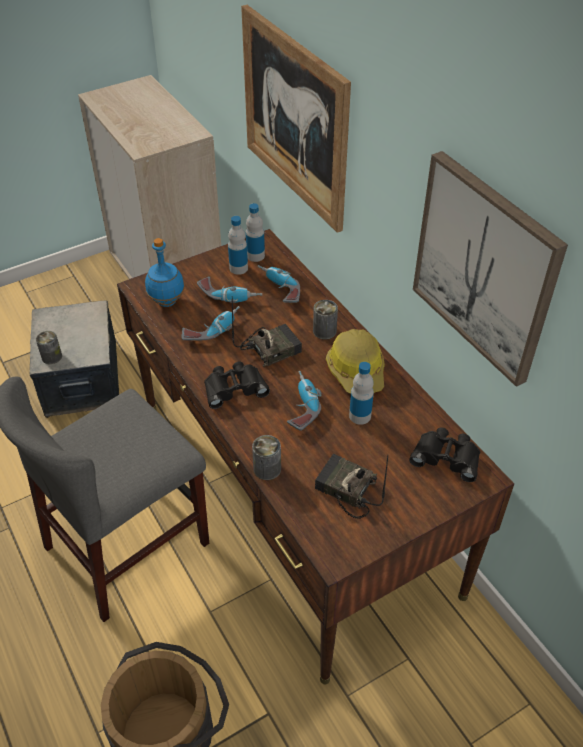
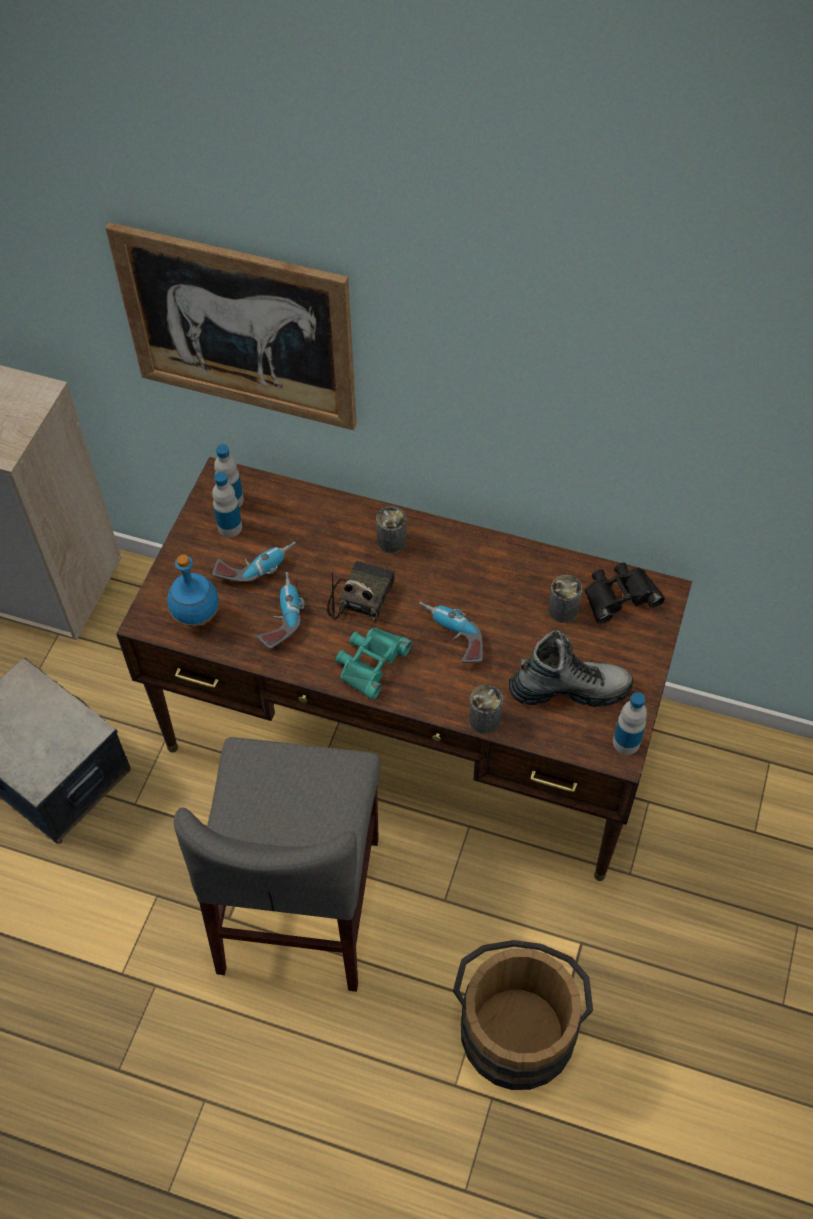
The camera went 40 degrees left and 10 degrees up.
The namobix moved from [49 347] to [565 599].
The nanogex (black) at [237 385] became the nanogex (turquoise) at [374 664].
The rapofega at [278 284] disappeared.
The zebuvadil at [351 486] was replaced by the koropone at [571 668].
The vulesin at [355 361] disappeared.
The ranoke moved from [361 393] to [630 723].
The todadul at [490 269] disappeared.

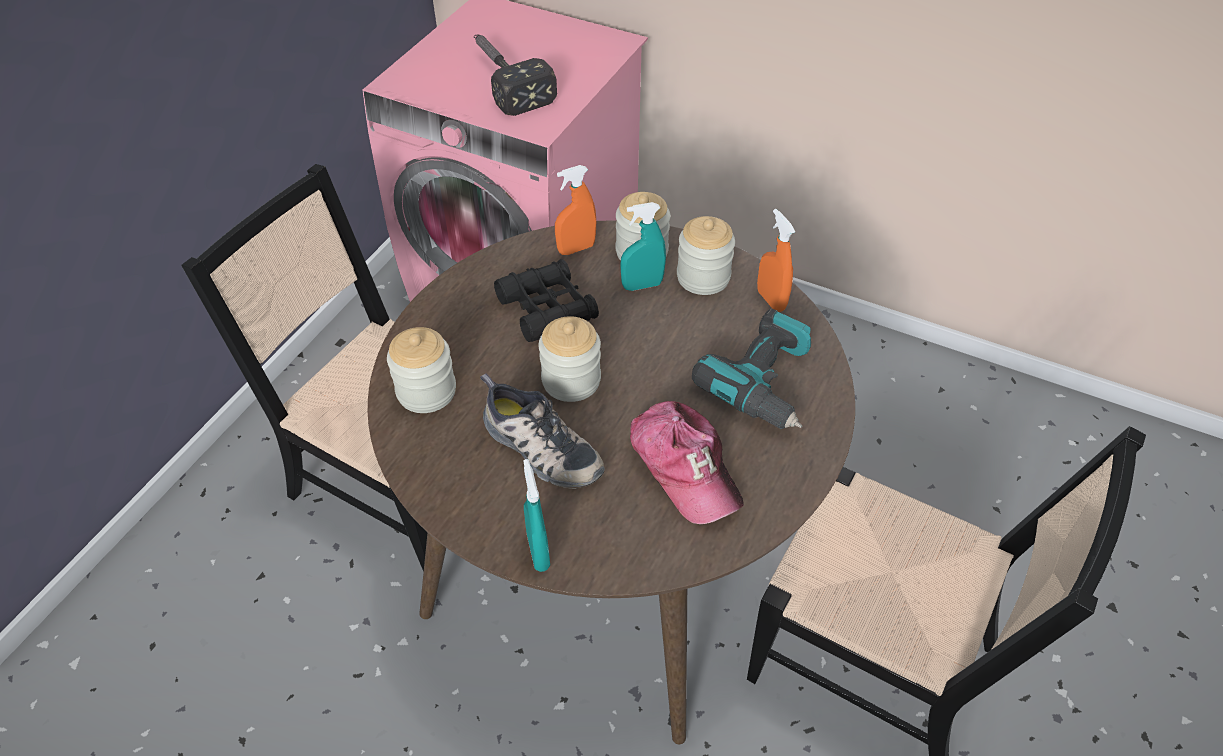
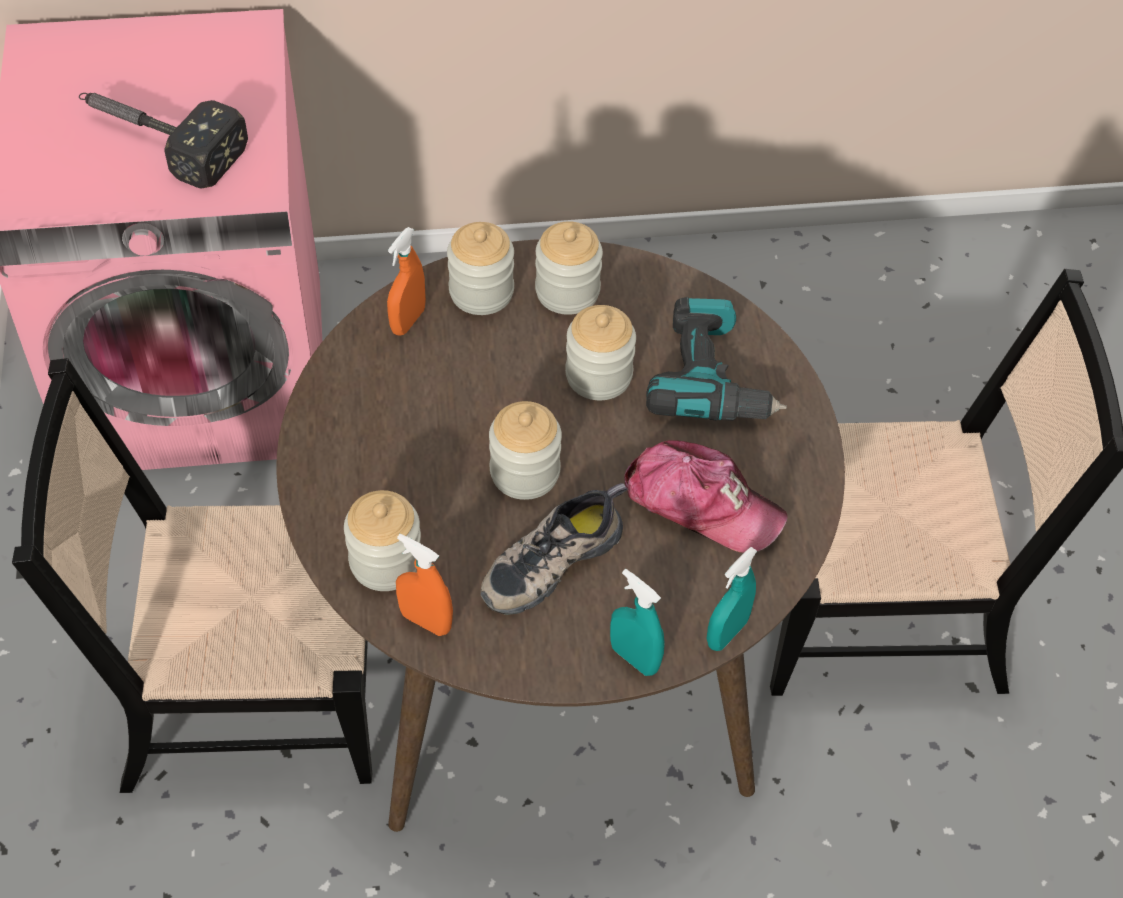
The camera went 35 degrees left and 5 degrees up.
The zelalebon at [542 431] turned 135 degrees clockwise.
The nanogex (black) at [546 300] disappeared.
The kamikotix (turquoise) moved from [643 246] to [732 599].
The kamikotix (orange) moved from [776 260] to [424 585].
The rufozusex at [600 352] appeared.

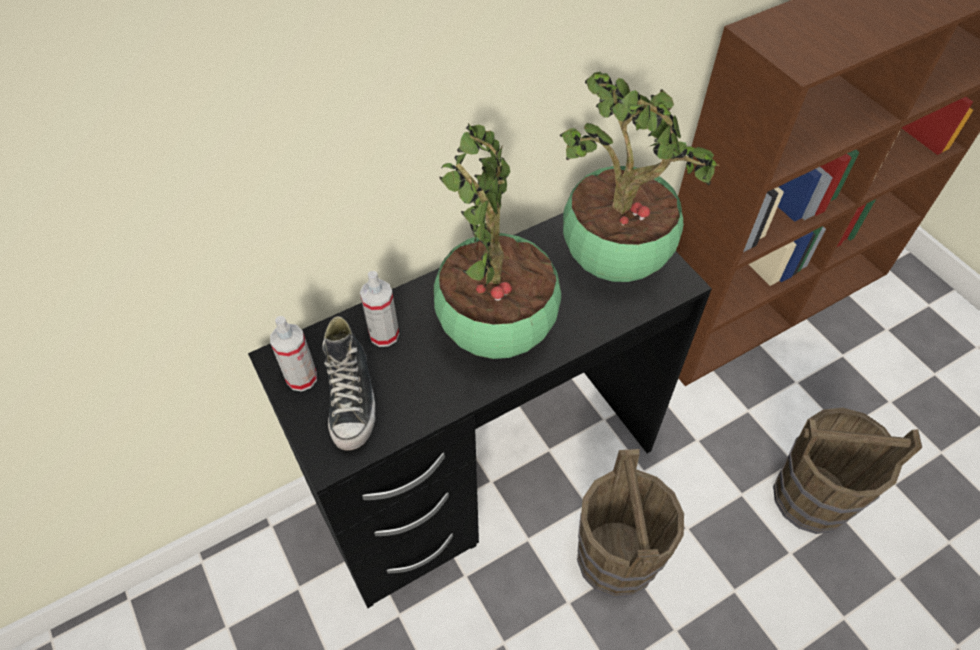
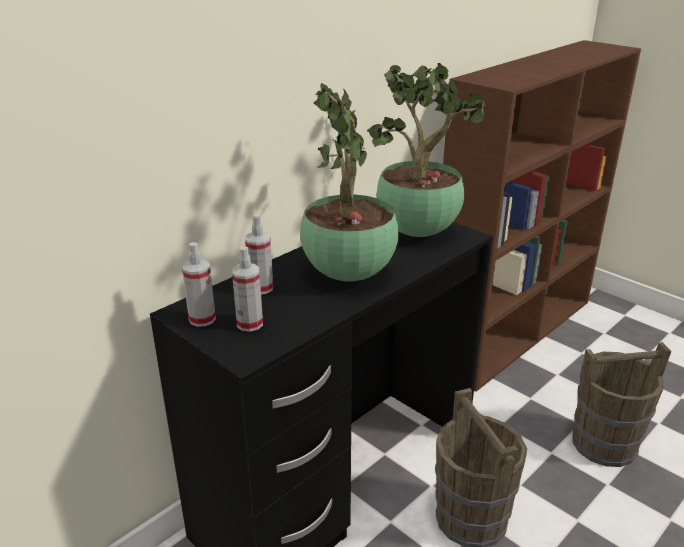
The camera went 15 degrees left and 25 degrees down.
The zelalebon at [349 383] was replaced by the kamikotix at [247 289].

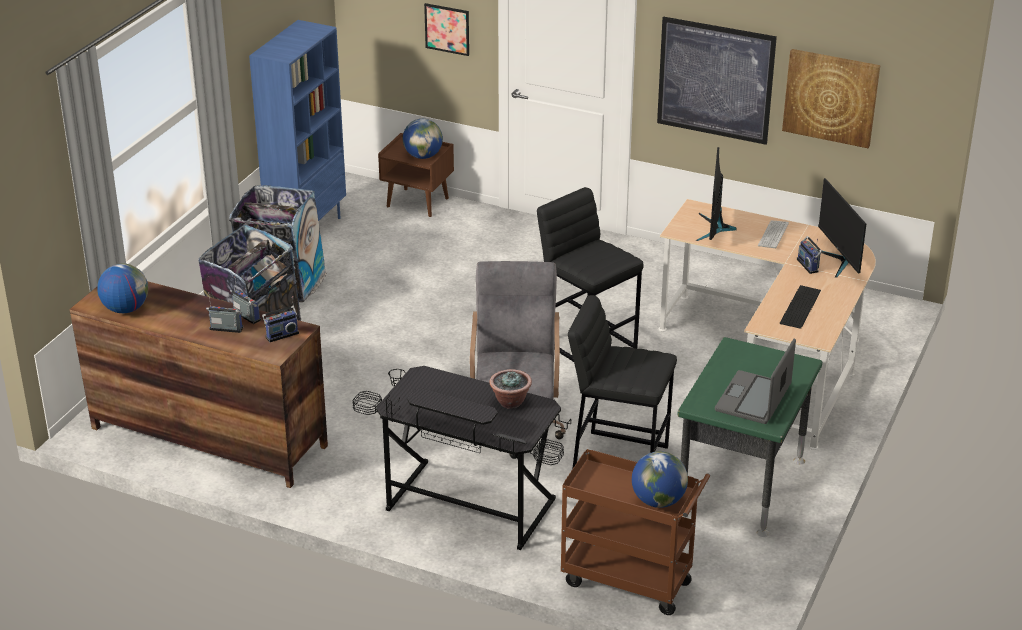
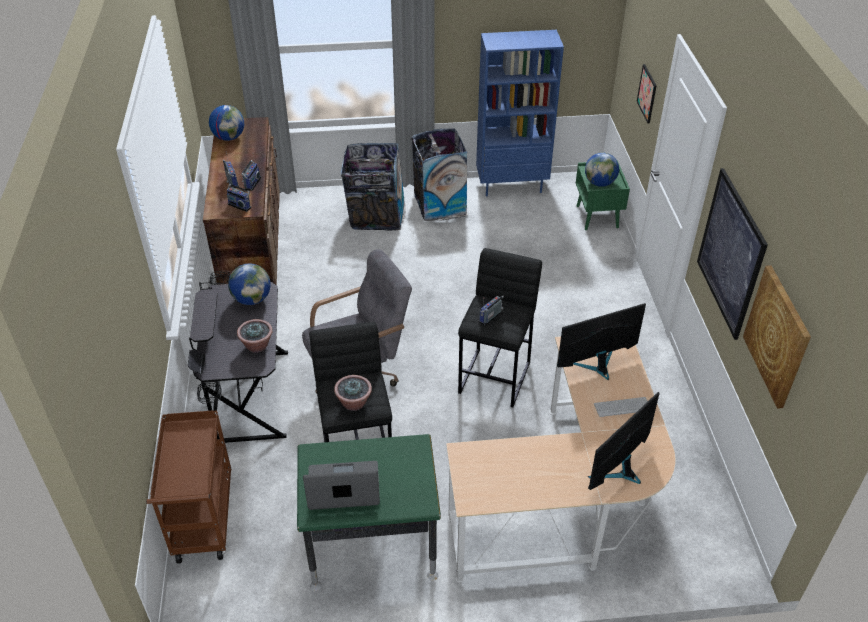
The camera went 60 degrees right and 10 degrees up.
The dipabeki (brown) at [416 175] became the dipabeki (green) at [603 195].
The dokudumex moved from [660 479] to [249 284].
The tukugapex at [800 307] disappeared.
The zebuvadil moved from [809 255] to [491 311].
The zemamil at [353 393] appeared.

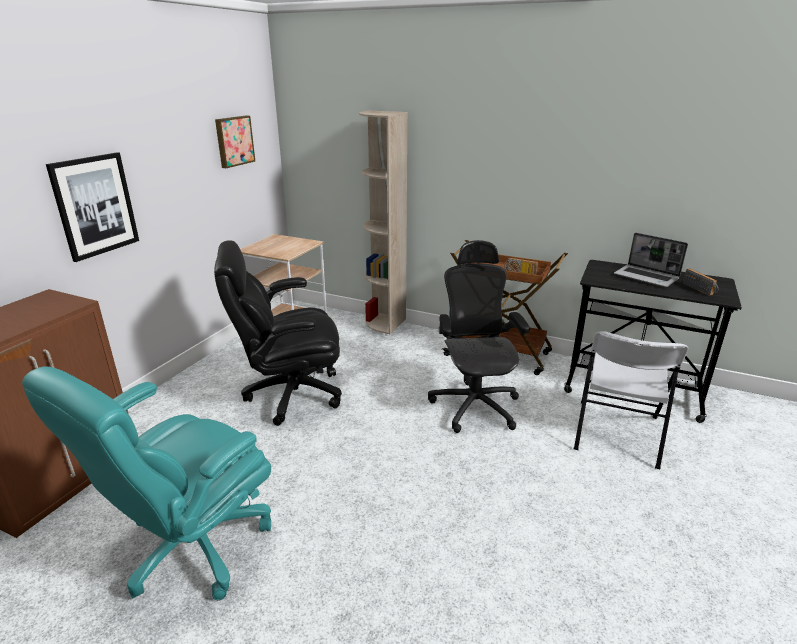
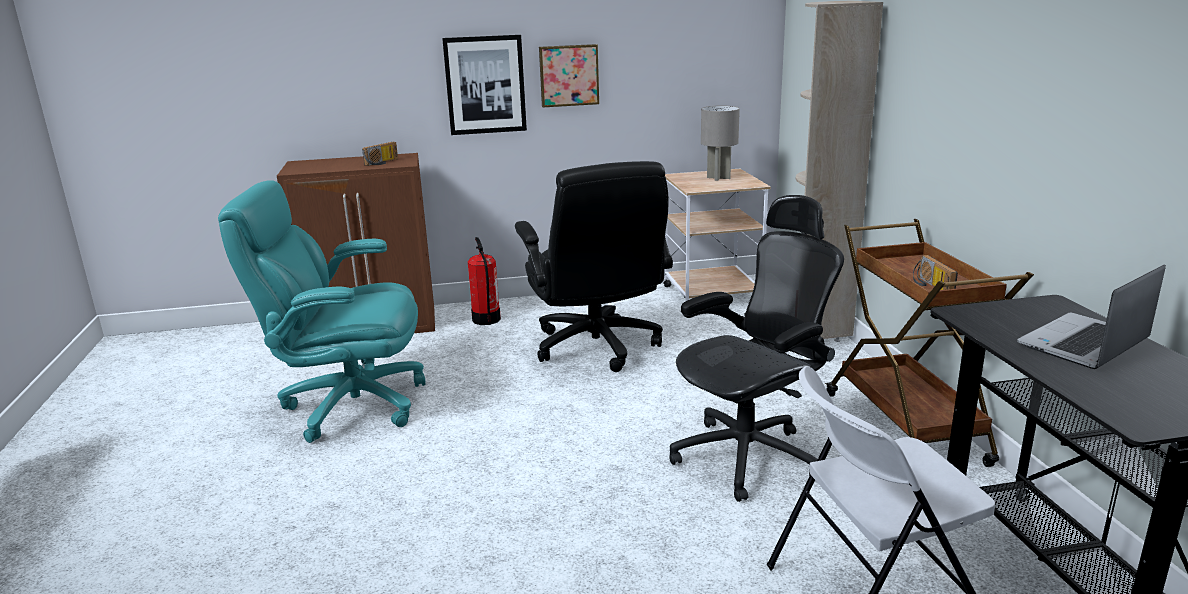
The camera went 55 degrees right and 5 degrees down.
The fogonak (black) at [278 333] turned 150 degrees counterclockwise.
The todadul moved from [235 142] to [569 75].
The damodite at [651 260] turned 45 degrees clockwise.
The zebuvadil moved from [700 282] to [380 154].
The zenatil at [484 281] appeared.
The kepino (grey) at [720 143] appeared.

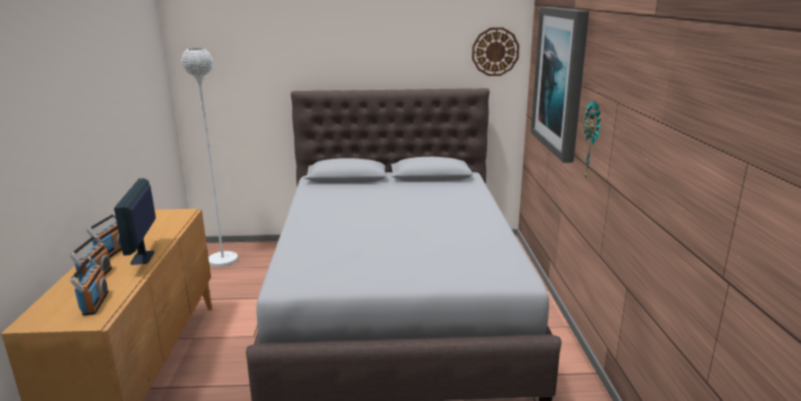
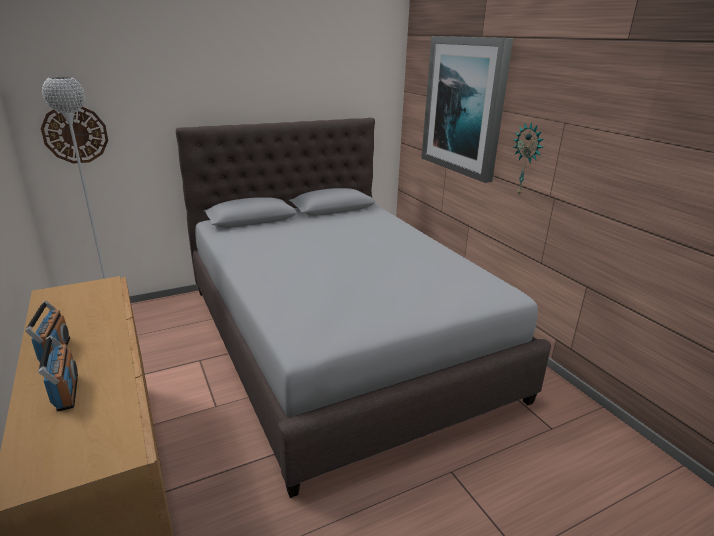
The camera went 25 degrees left and 5 degrees up.
The zebuvadil at [89 286] disappeared.
The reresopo at [135 221] disappeared.
The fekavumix moved from [495 52] to [74 135].

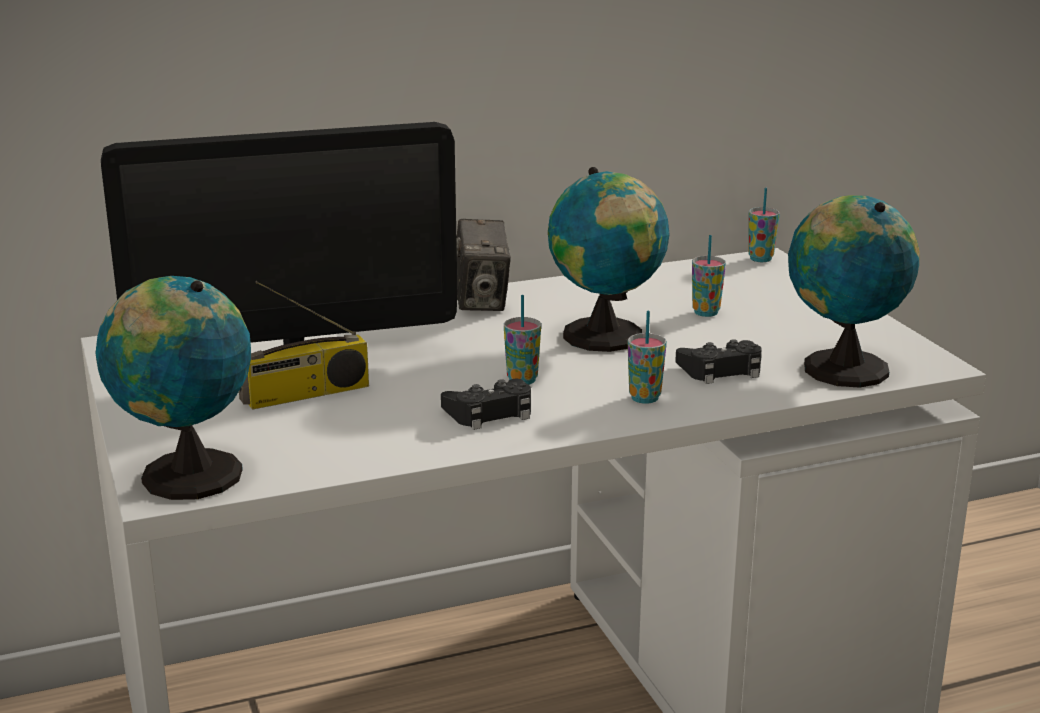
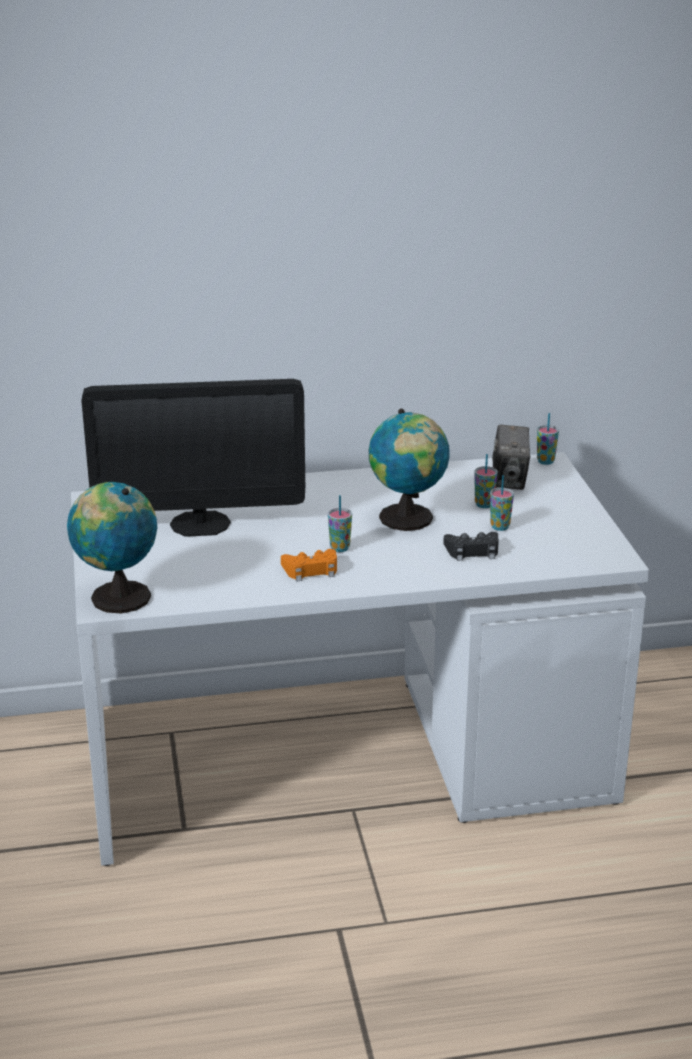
The camera went 10 degrees right and 5 degrees up.
The zebuvadil at [304 345] disappeared.
The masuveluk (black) at [486 404] became the masuveluk (orange) at [309 565].
The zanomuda moved from [483 265] to [511 457].
The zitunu moved from [647 357] to [502 503].
The dokudumex at [854 291] disappeared.

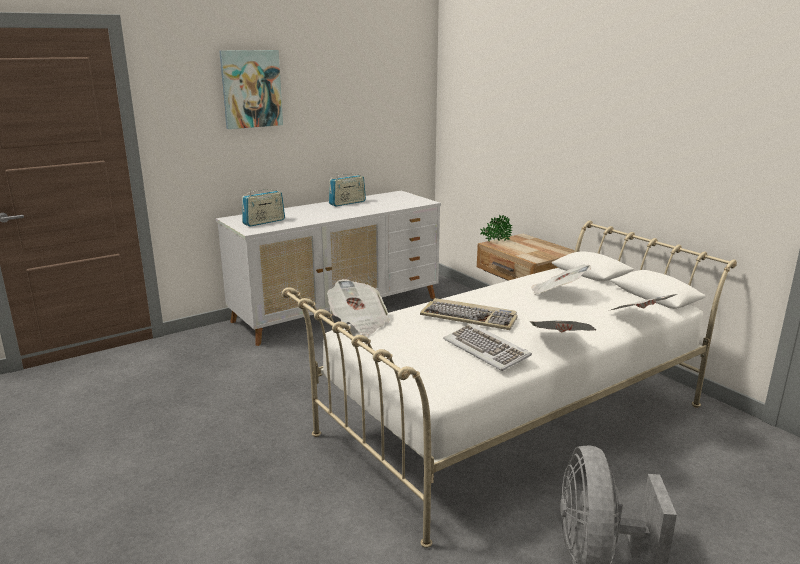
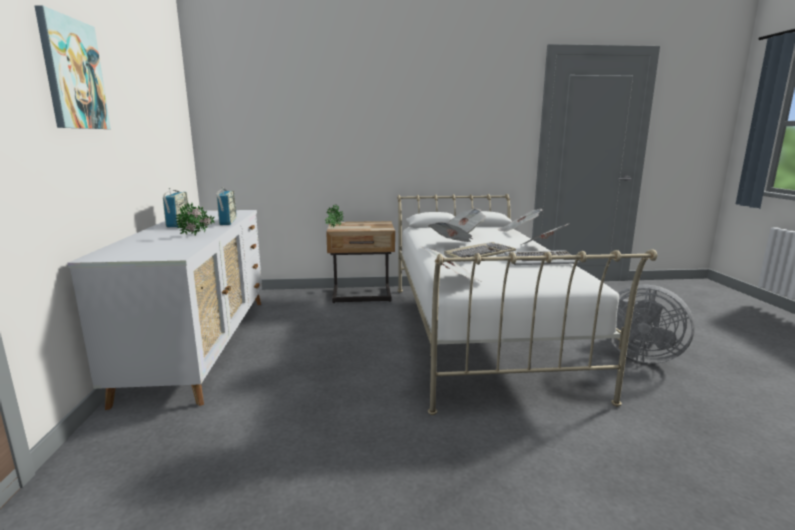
The camera went 60 degrees left and 5 degrees down.
The zebuvadil moved from [263 208] to [226 206].
The zemamil at [195 219] appeared.
The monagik at [450 232] appeared.

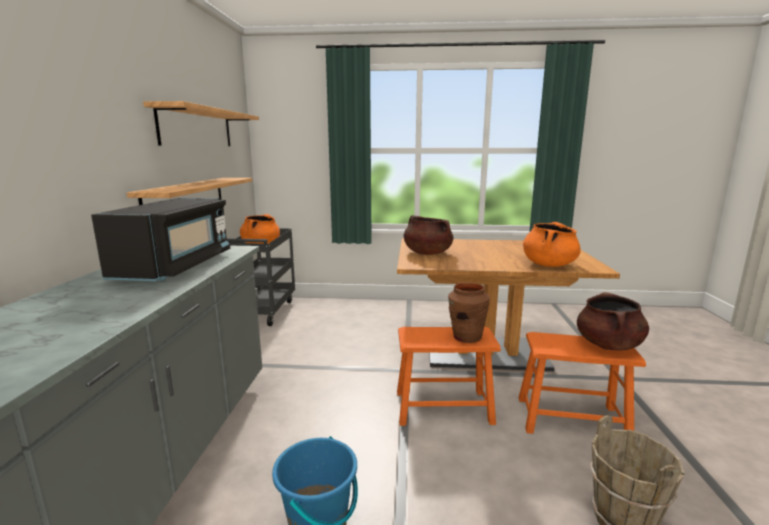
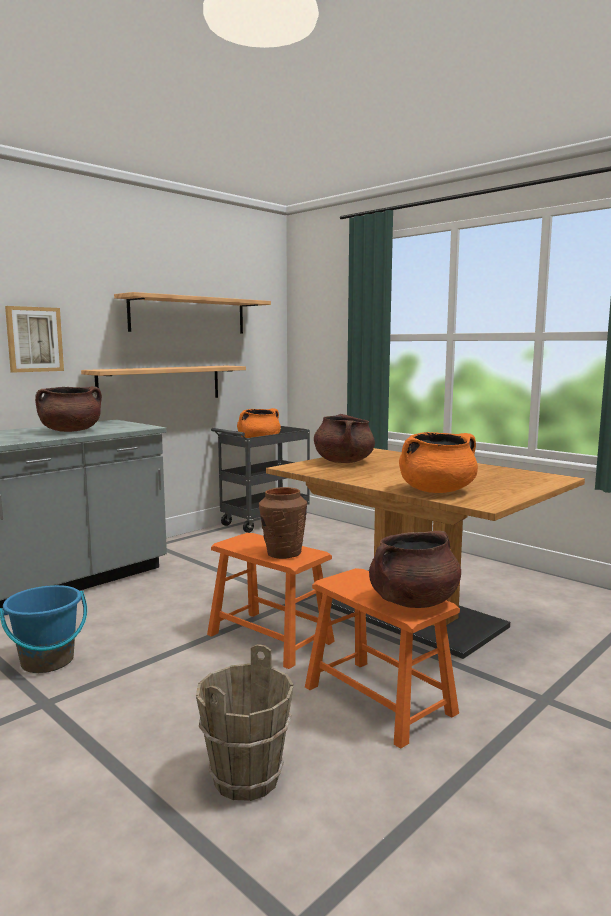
The camera went 40 degrees right and 5 degrees down.
The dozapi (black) at [160 239] was replaced by the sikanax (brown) at [68 409].
The todadul at [34 339] appeared.

